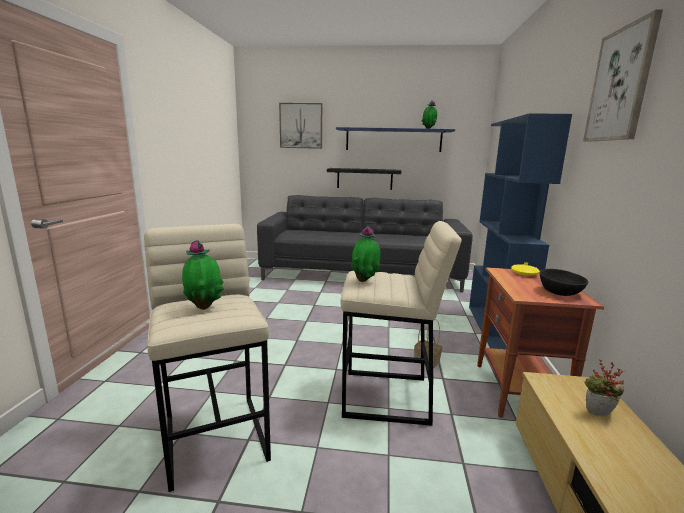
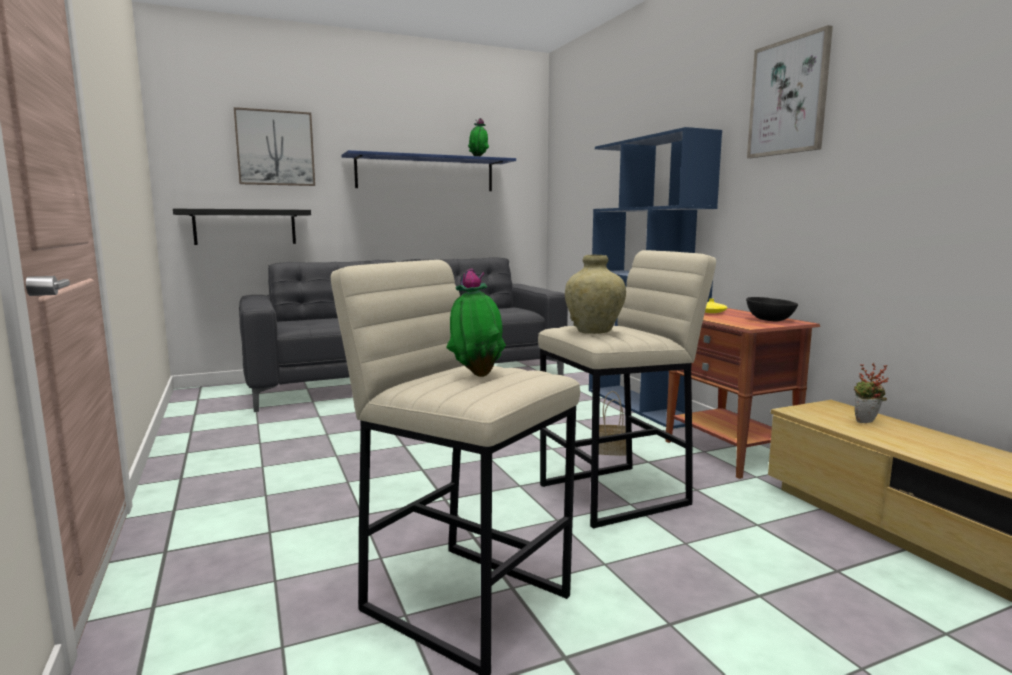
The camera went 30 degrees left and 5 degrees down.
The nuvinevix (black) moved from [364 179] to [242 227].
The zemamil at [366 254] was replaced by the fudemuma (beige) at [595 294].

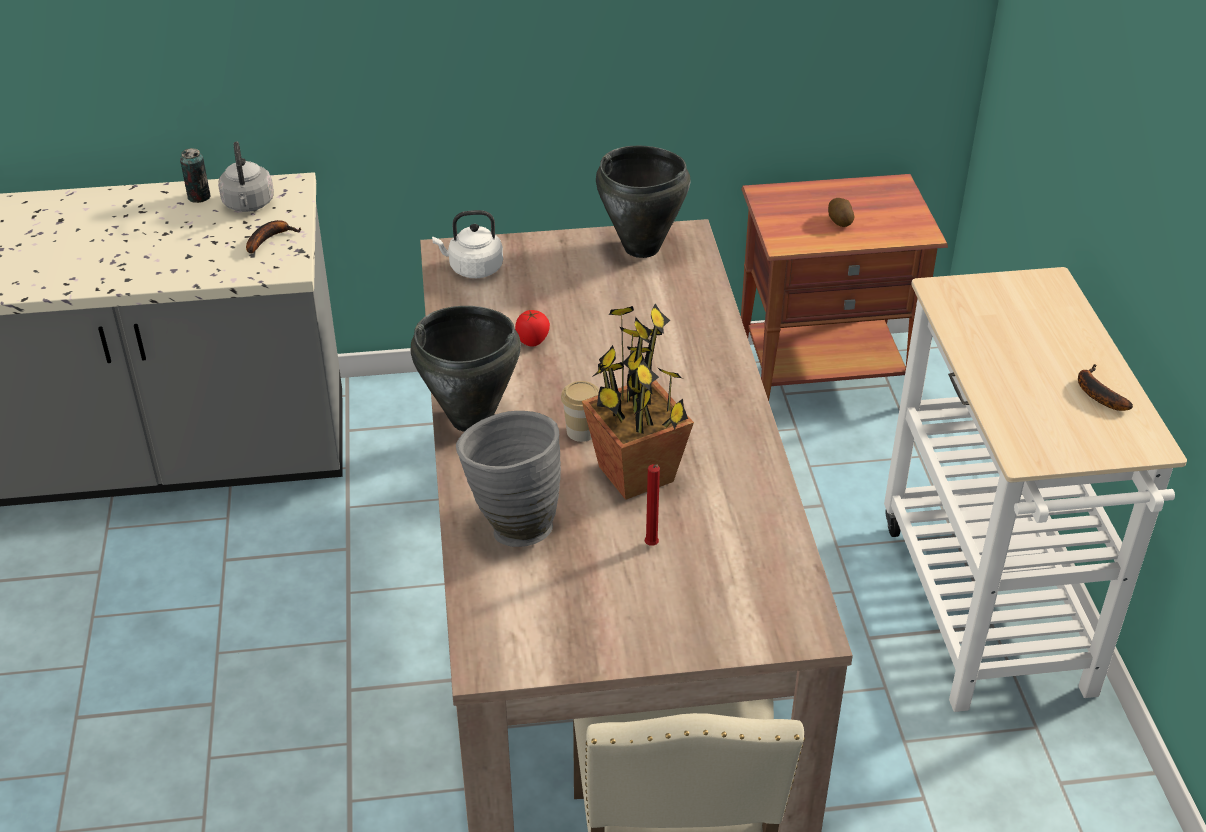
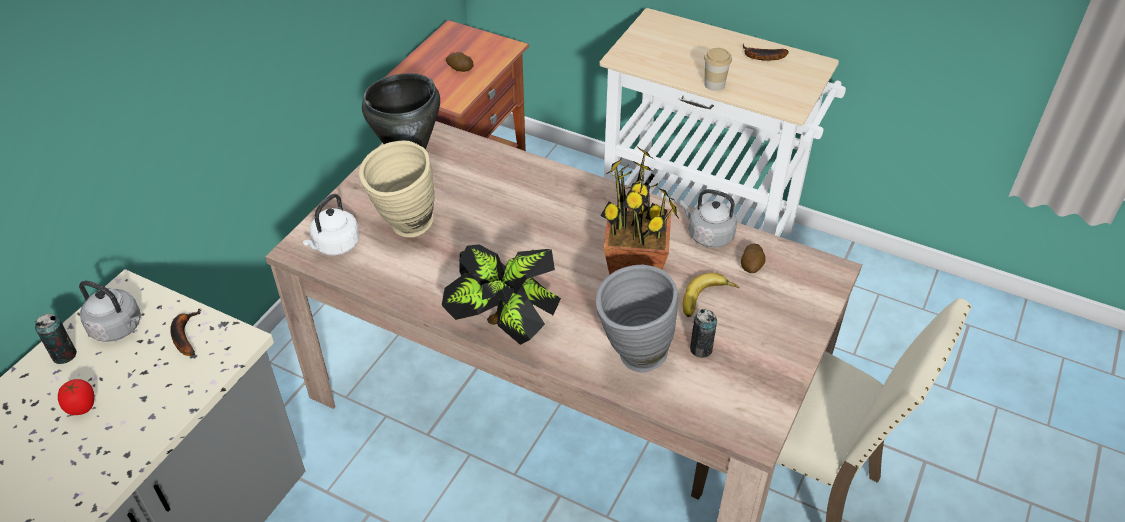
The camera went 55 degrees left and 5 degrees up.
The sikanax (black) at [466 369] was replaced by the zemamil at [501 294].
The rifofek moved from [532 328] to [76 397].
The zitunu moved from [580 411] to [718 69].
The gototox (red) at [652 505] was replaced by the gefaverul at [711 295].
The fudemuma (beige) at [397 189] appeared.
The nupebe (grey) at [708 218] appeared.
The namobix at [703 333] appeared.
The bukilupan at [753 258] appeared.

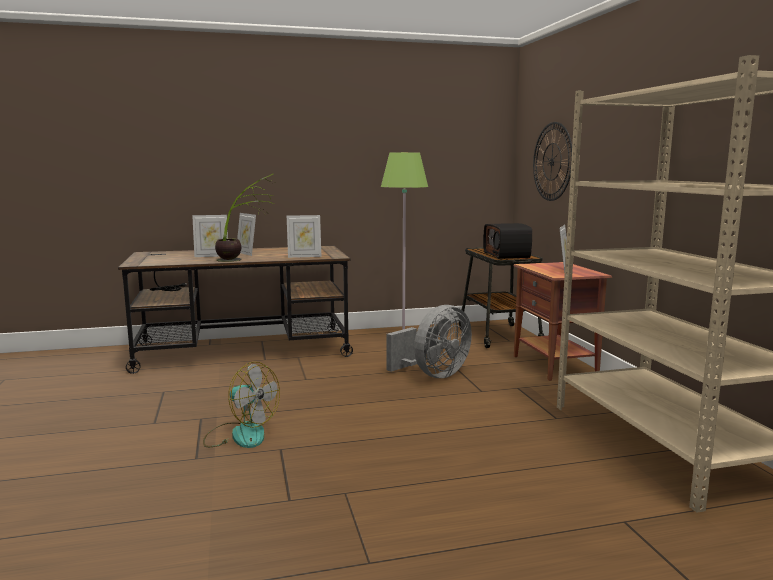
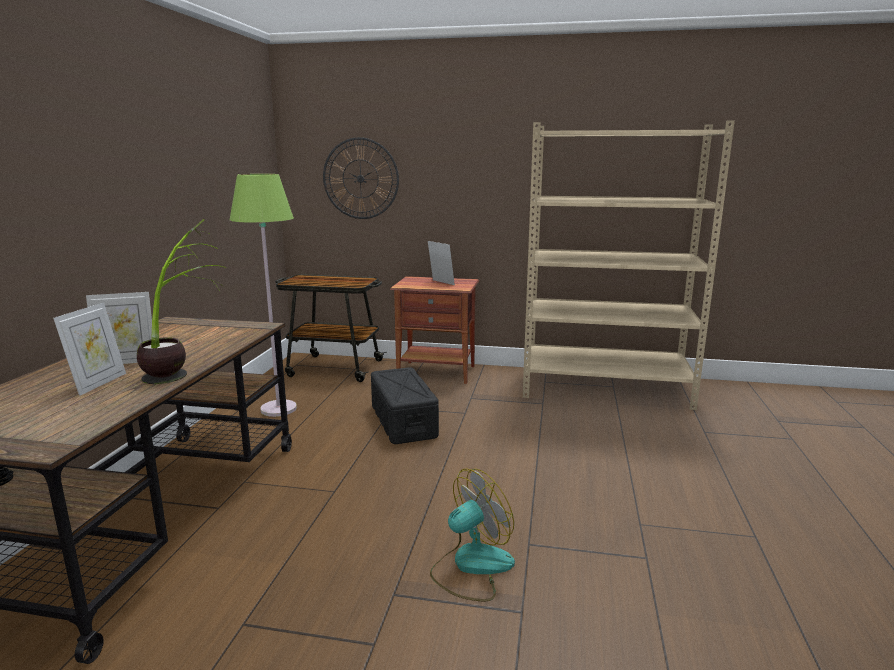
The camera went 65 degrees left and 5 degrees up.
The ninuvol at [304 236] disappeared.
The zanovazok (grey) at [429 341] was replaced by the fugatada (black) at [405 405].
The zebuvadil at [507 241] disappeared.

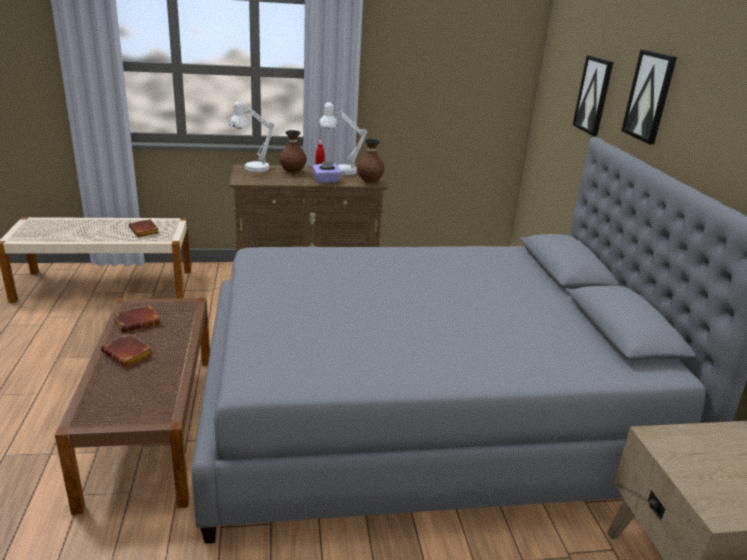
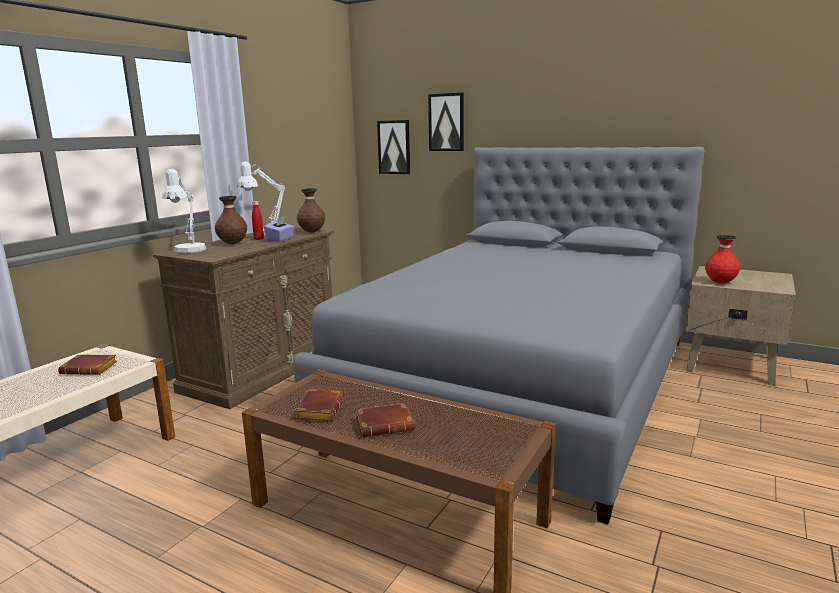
The camera went 50 degrees left and 10 degrees down.
The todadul moved from [649 97] to [393 147].
The fudemuma (red) at [722 259] appeared.

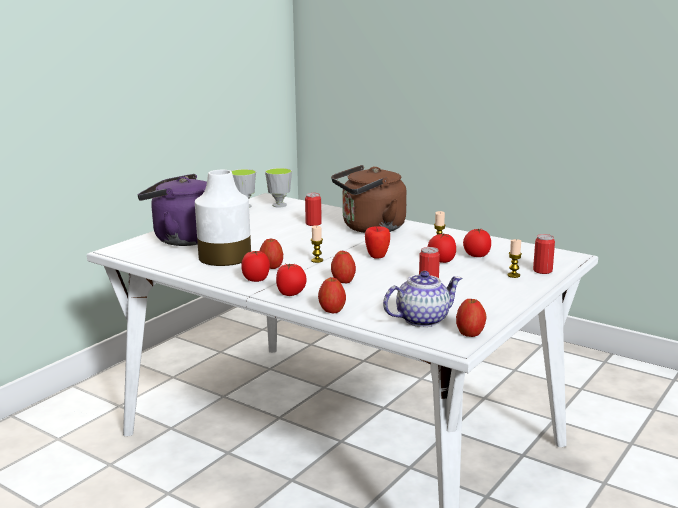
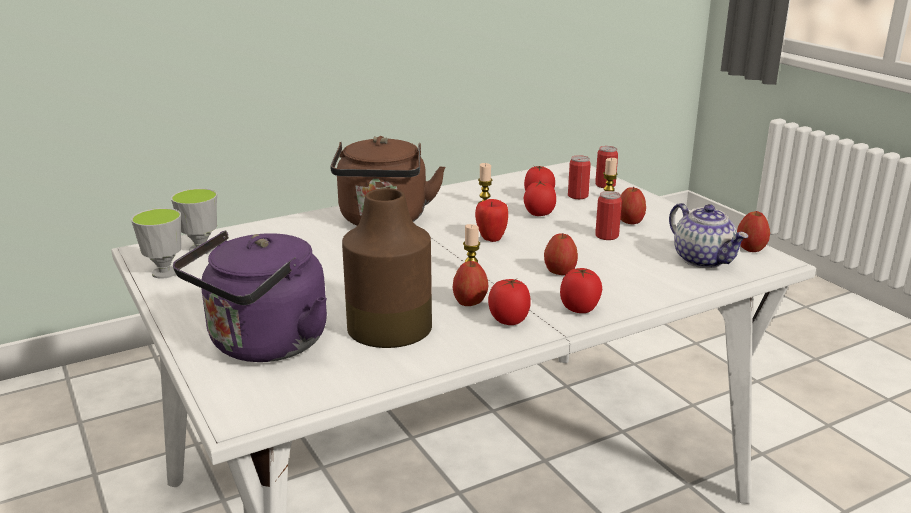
The camera went 65 degrees left and 5 degrees up.
The fudemuma (white) at [223 218] became the fudemuma (brown) at [387 268].
The namobix moved from [313 209] to [579 177].
The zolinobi moved from [332 295] to [633 206].
The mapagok at [422 299] turned 150 degrees clockwise.

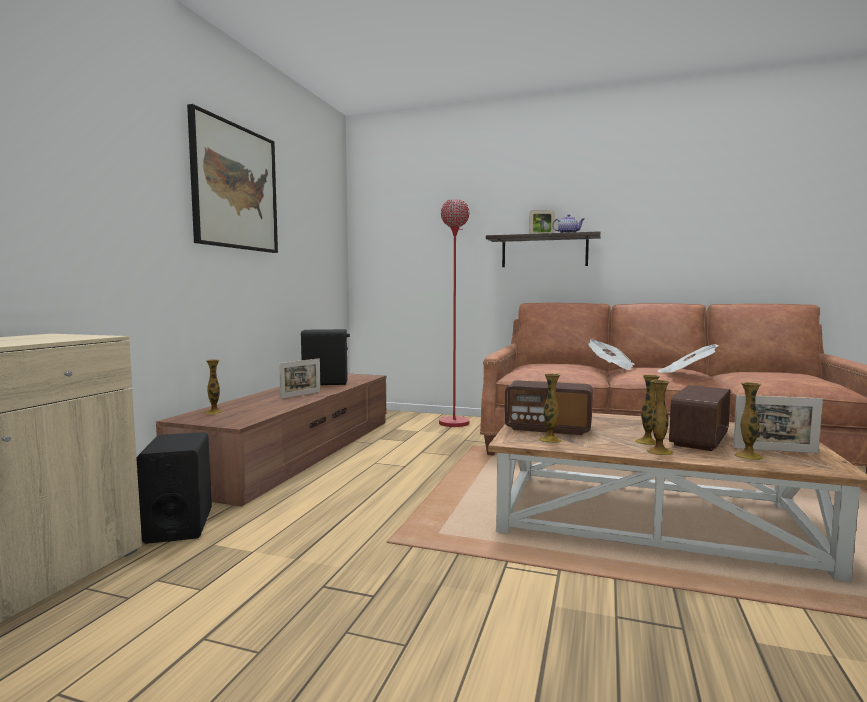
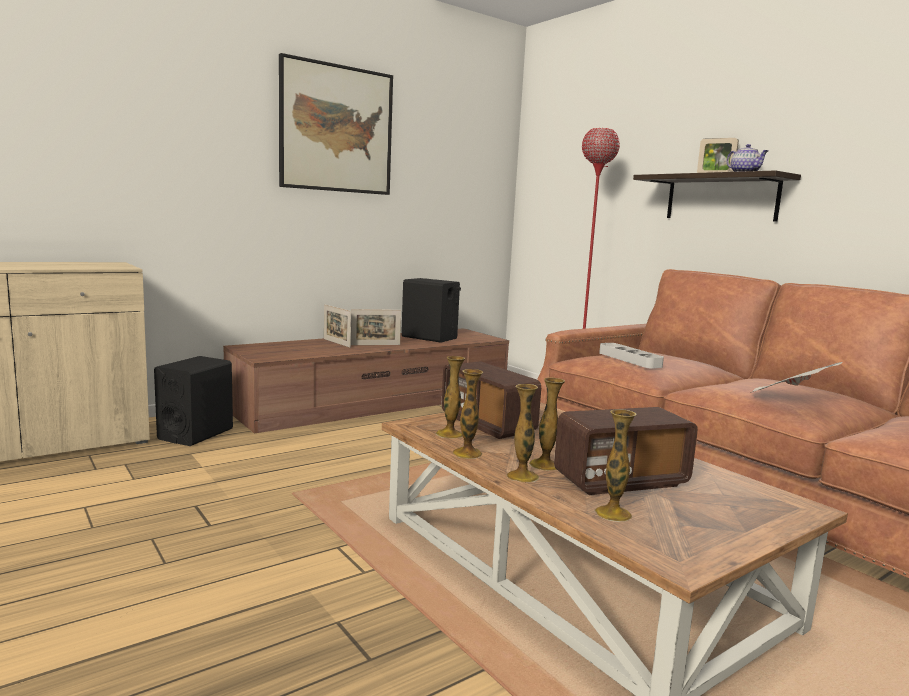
The camera went 35 degrees right and 5 degrees up.
The fudemuma moved from [214 387] to [468 414].
The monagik at [611 354] disappeared.
The ninuvol moved from [778 424] to [337 326].
The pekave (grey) at [631 356] appeared.

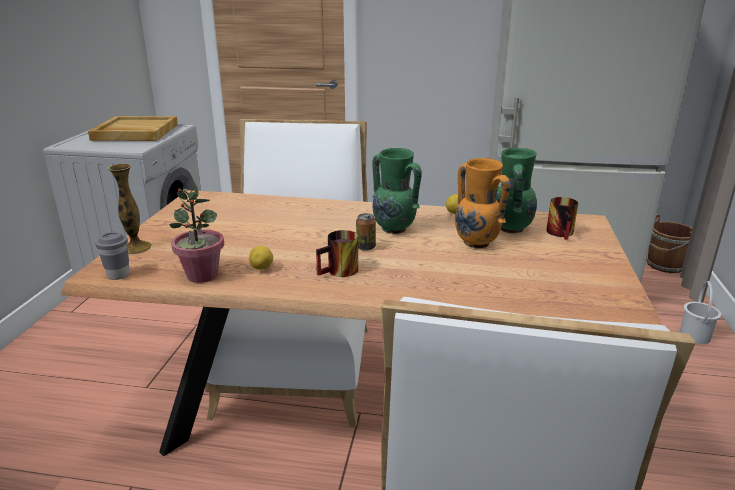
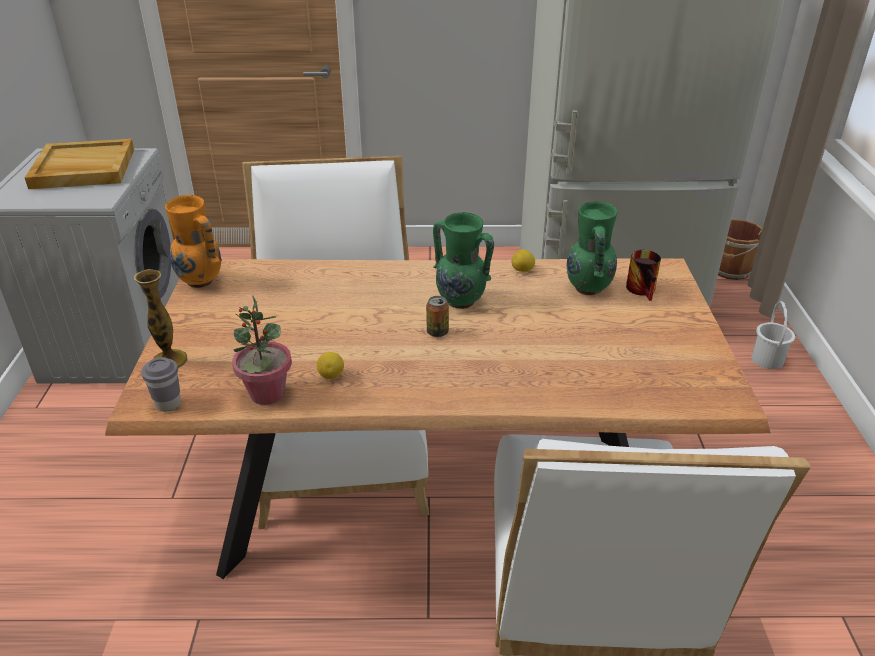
The camera went 10 degrees left and 10 degrees up.
The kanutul at [337 253] disappeared.
The fudemuma (orange) moved from [482 203] to [193 241].

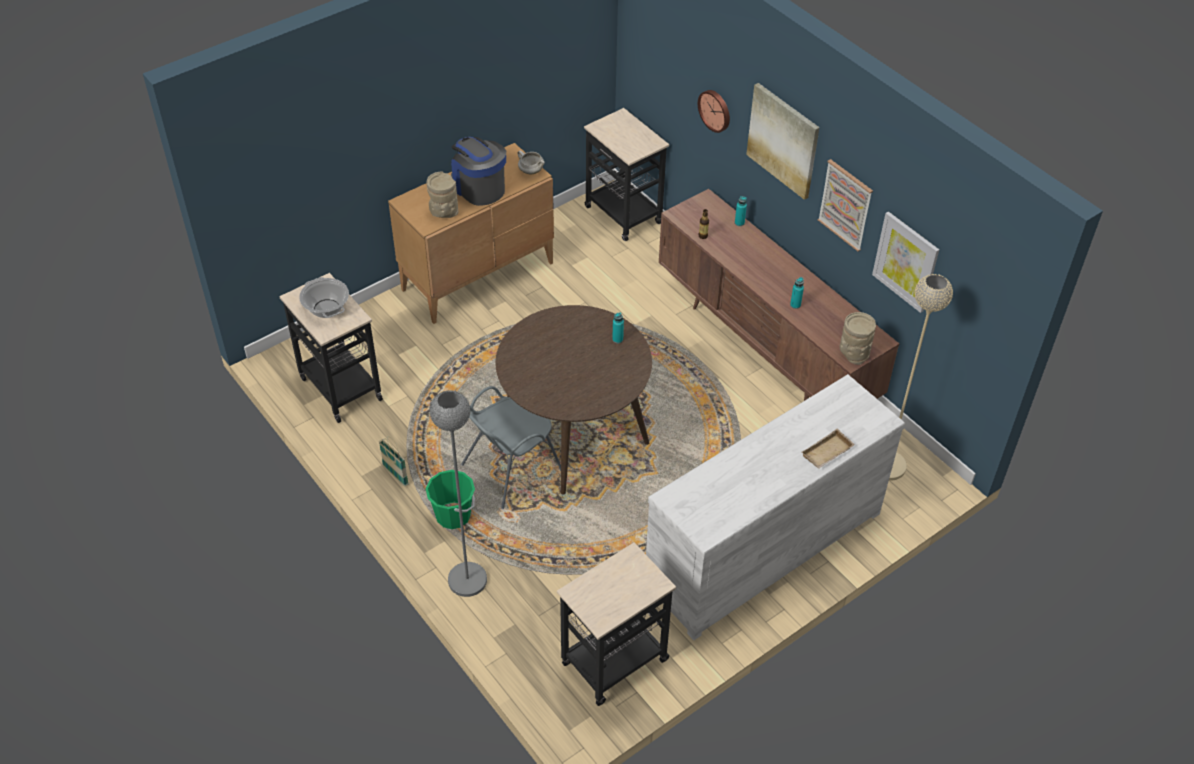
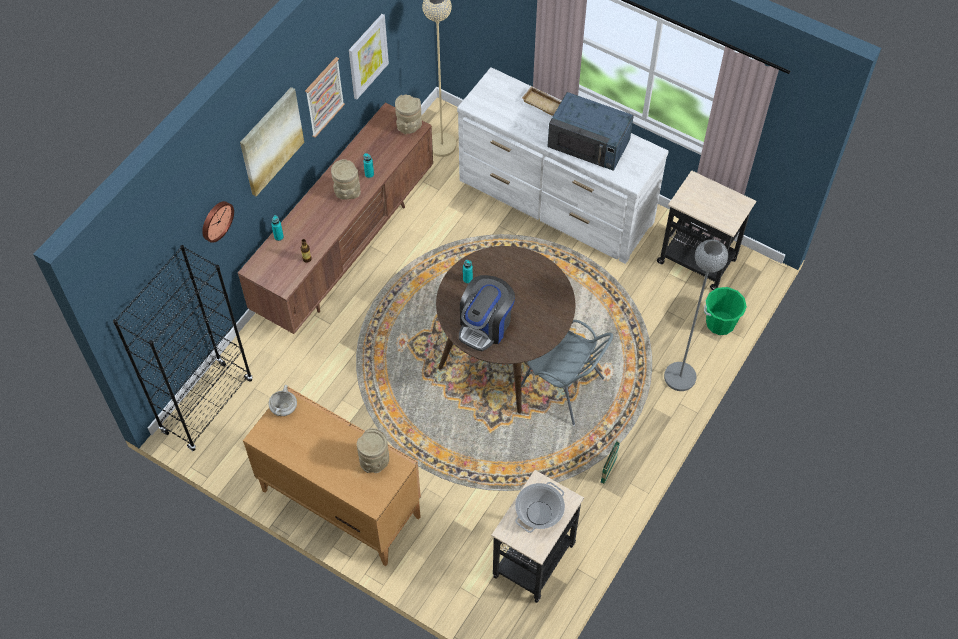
The camera went 110 degrees left and 10 degrees up.
The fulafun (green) moved from [450 499] to [725 311].
The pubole moved from [478 171] to [487 313].
The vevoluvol at [626 174] was replaced by the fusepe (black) at [183 348].
The fudemuma (beige) at [346 179] appeared.
The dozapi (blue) at [590 131] appeared.

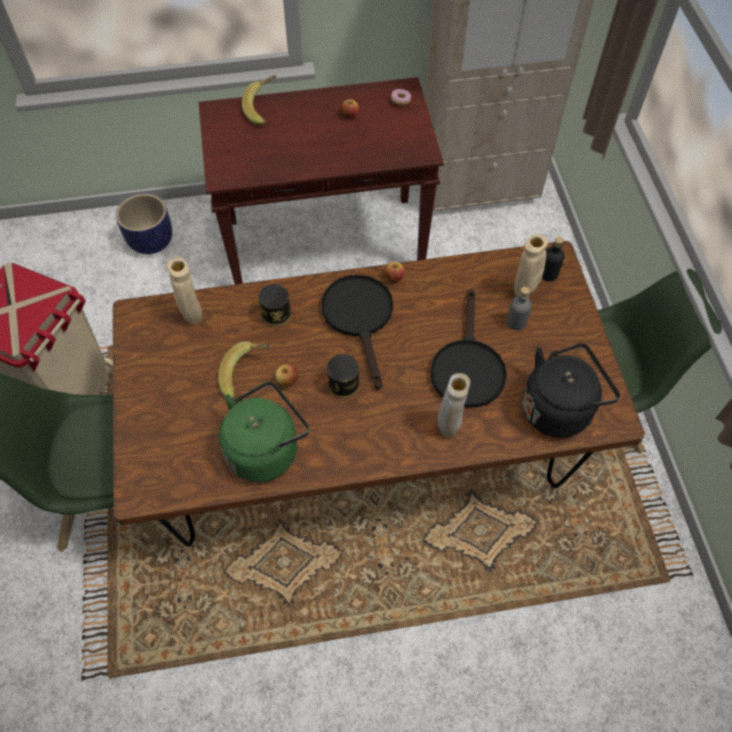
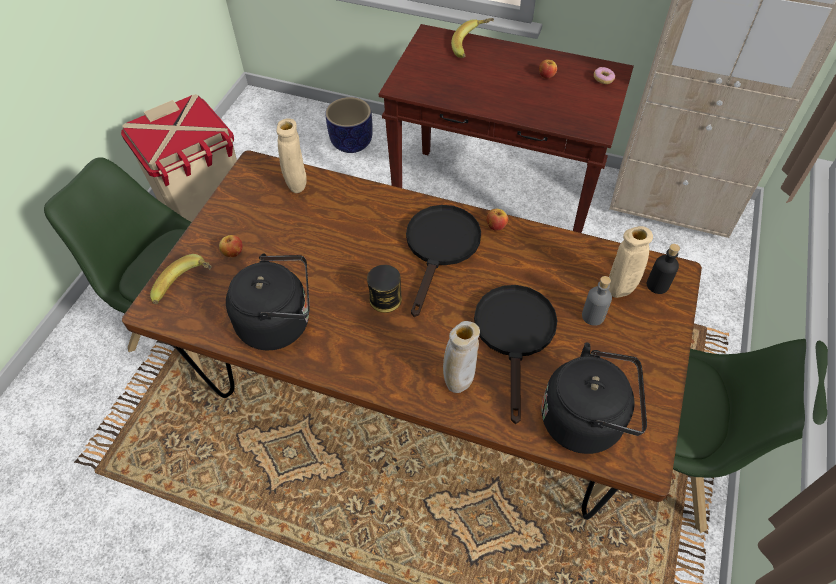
The camera went 30 degrees right and 5 degrees down.
The gefaverul moved from [244 370] to [181 279].
The nupebe (green) at [264 431] became the nupebe (black) at [268 301].
The namobix at [274 305] disappeared.
The zolinobi moved from [286 375] to [230 246].
The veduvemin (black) at [468 348] turned 150 degrees clockwise.

